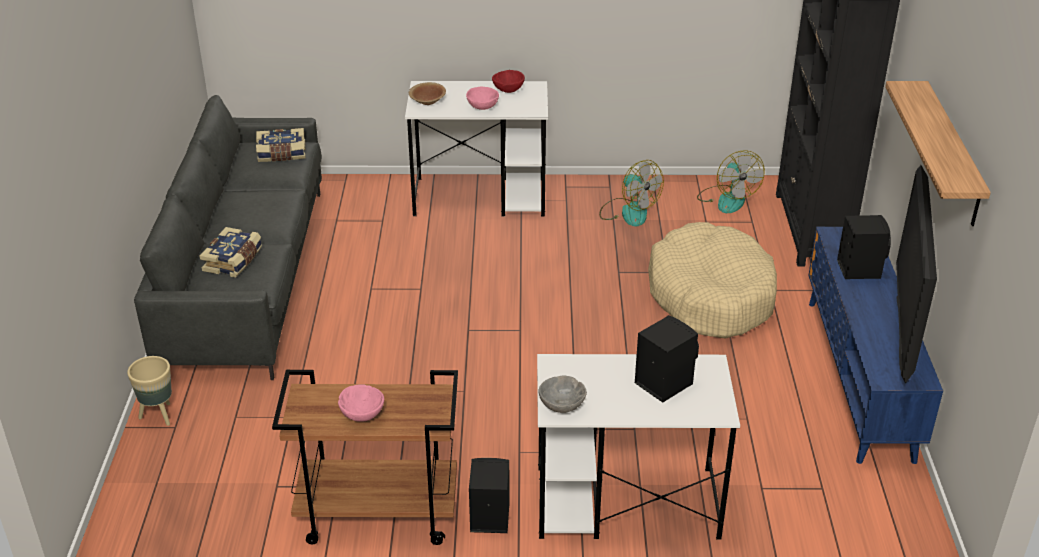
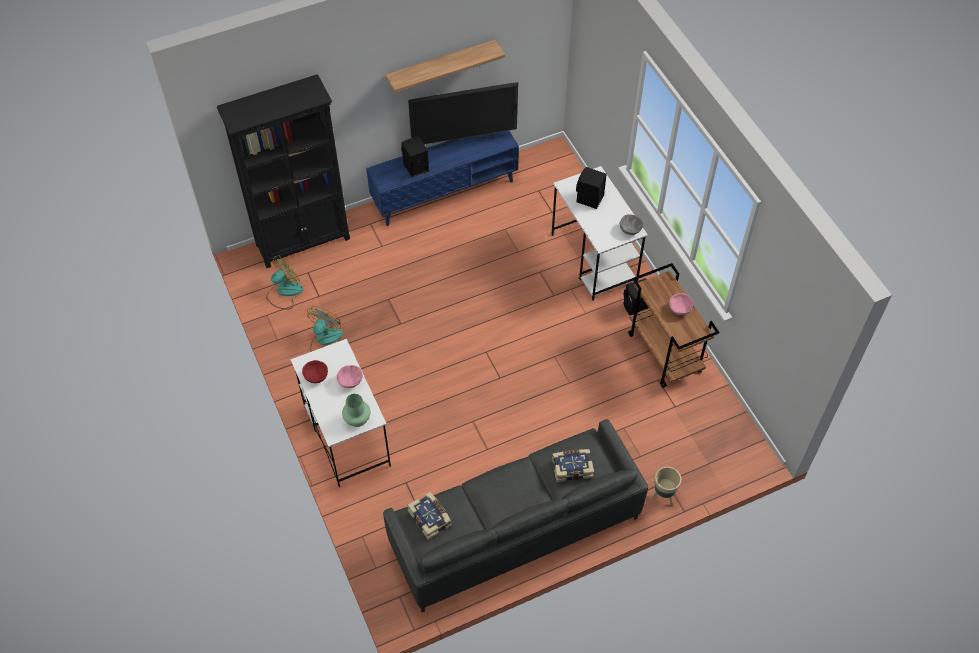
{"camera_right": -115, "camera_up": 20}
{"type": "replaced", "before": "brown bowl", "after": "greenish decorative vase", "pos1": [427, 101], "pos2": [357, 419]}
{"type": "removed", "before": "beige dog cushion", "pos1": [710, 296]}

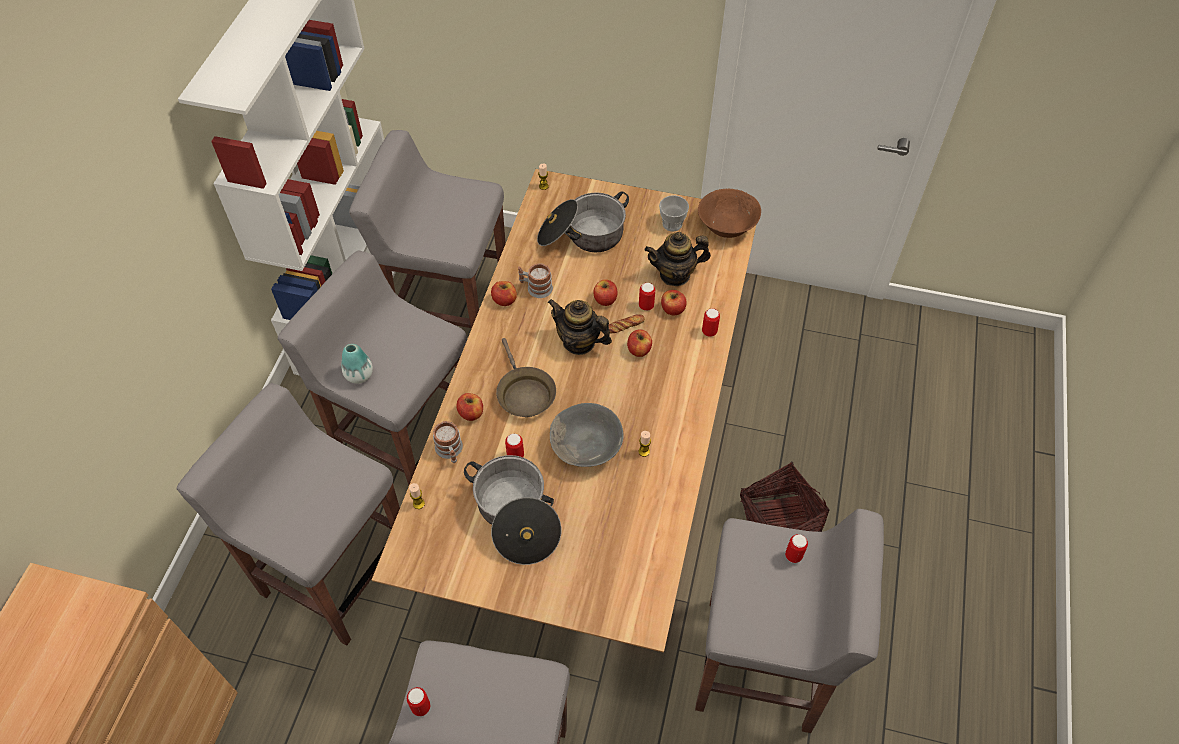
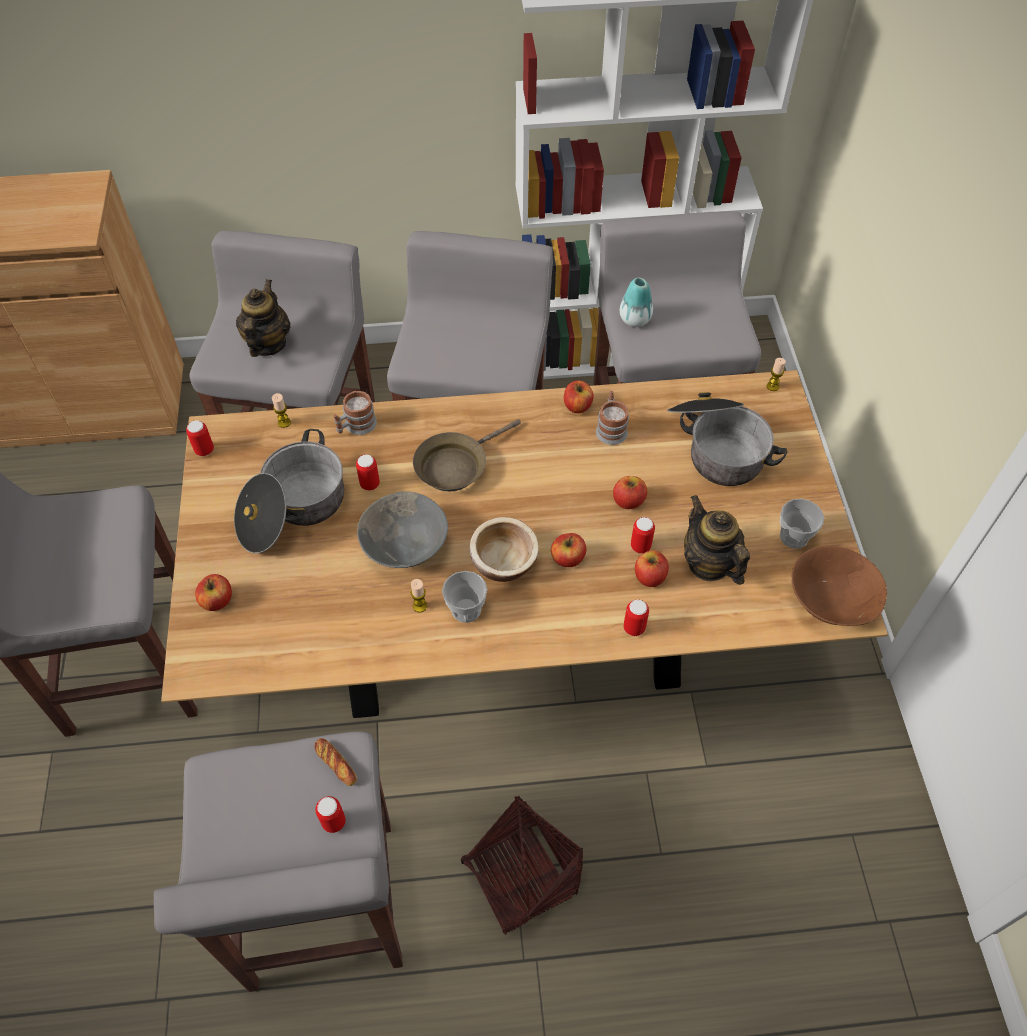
{"camera_right": 70, "camera_up": 0}
{"type": "moved", "before": "decorative vase", "pos1": [359, 375], "pos2": [635, 319]}
{"type": "moved", "before": "sealed can", "pos1": [421, 707], "pos2": [204, 450]}
{"type": "moved", "before": "apple fruit", "pos1": [471, 413], "pos2": [217, 600]}
{"type": "moved", "before": "pot for tea", "pos1": [579, 342], "pos2": [267, 344]}
{"type": "moved", "before": "baked bread", "pos1": [625, 325], "pos2": [336, 763]}
{"type": "added", "after": "drinking cup", "pos2": [466, 609]}
{"type": "added", "after": "bowl", "pos2": [503, 562]}

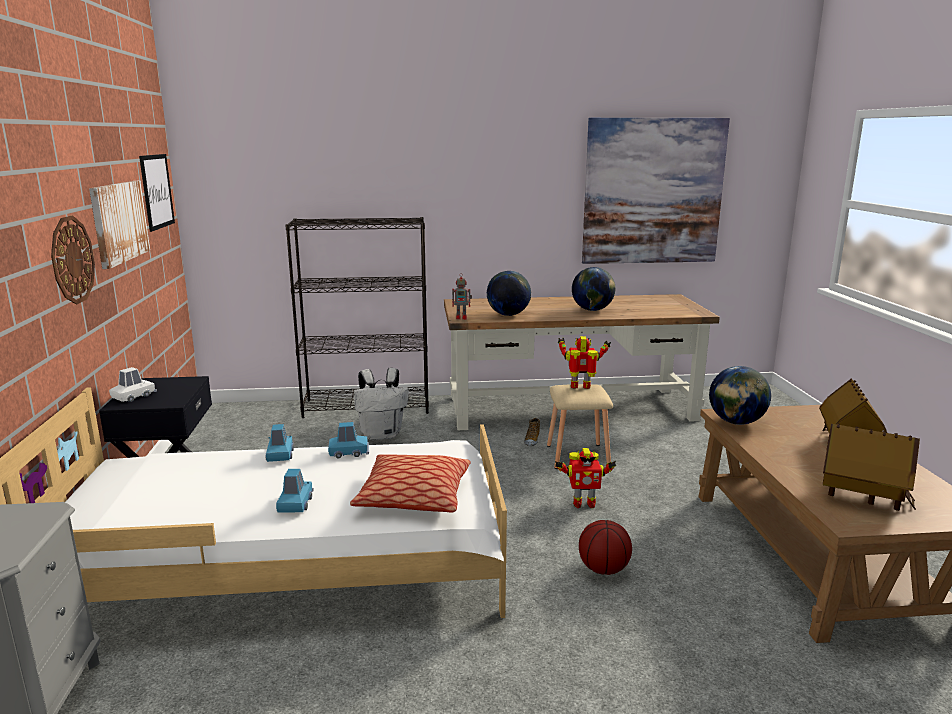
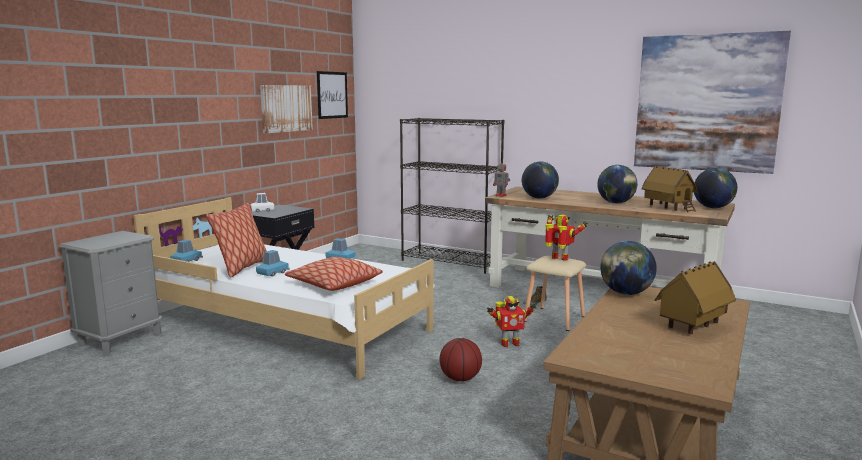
{"camera_right": 35, "camera_up": -5}
{"type": "removed", "before": "hanging clock", "pos1": [72, 260]}
{"type": "moved", "before": "blue-coloured miniature car", "pos1": [280, 455], "pos2": [187, 261]}
{"type": "removed", "before": "whitish knapsack", "pos1": [382, 435]}
{"type": "turned", "before": "model robot", "pos1": [583, 503], "pos2": [509, 344], "turn": -45}
{"type": "moved", "before": "model house", "pos1": [862, 498], "pos2": [668, 208]}
{"type": "added", "after": "pillow", "pos2": [242, 268]}
{"type": "added", "after": "globe", "pos2": [713, 208]}

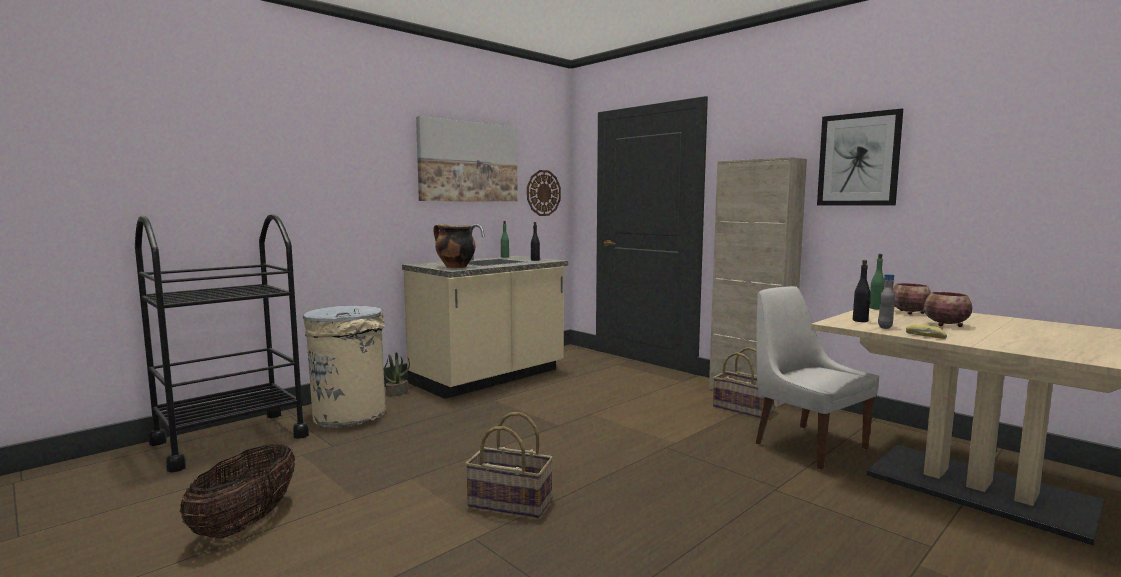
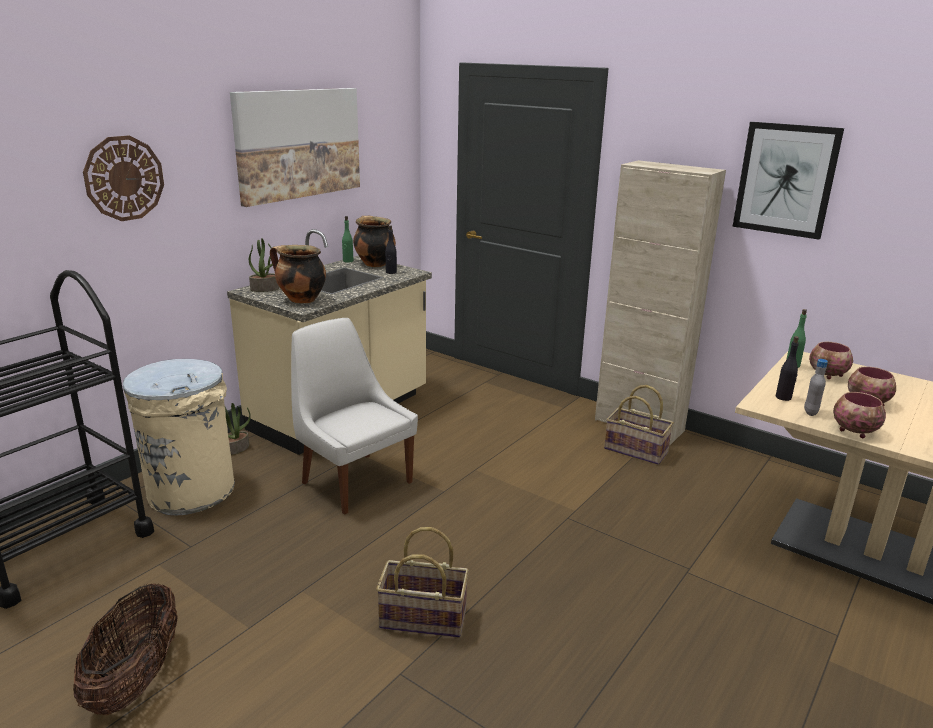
{"camera_right": -10, "camera_up": 15}
{"type": "moved", "before": "hanging clock", "pos1": [543, 193], "pos2": [124, 178]}
{"type": "moved", "before": "whitish chair", "pos1": [806, 444], "pos2": [354, 481]}
{"type": "replaced", "before": "baked bread", "after": "bowl", "pos1": [926, 336], "pos2": [853, 431]}
{"type": "added", "after": "houseplant", "pos2": [265, 289]}
{"type": "added", "after": "saucepot", "pos2": [374, 264]}

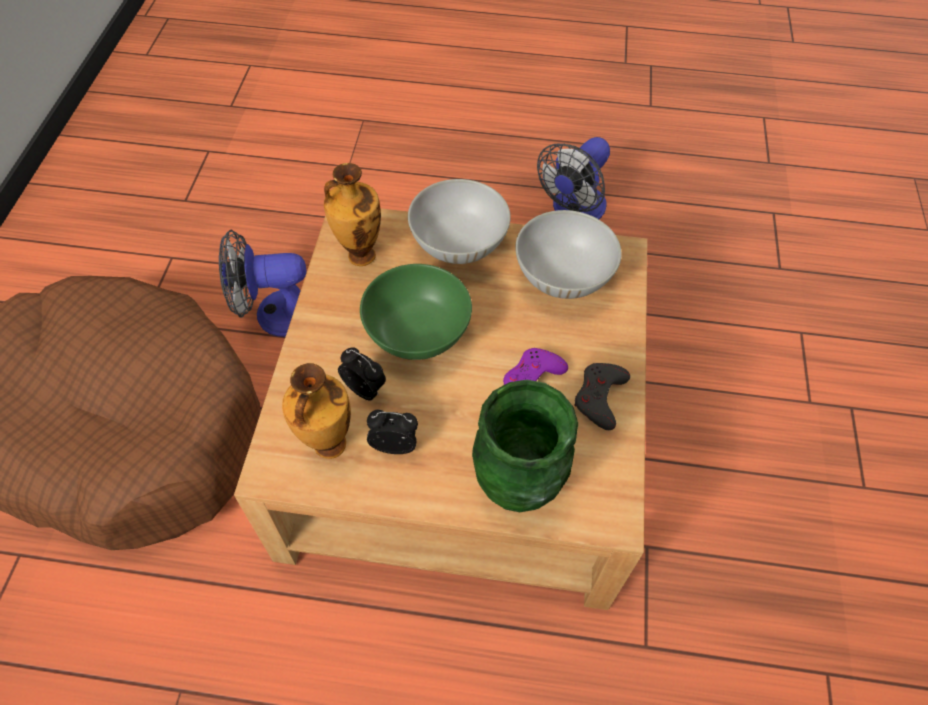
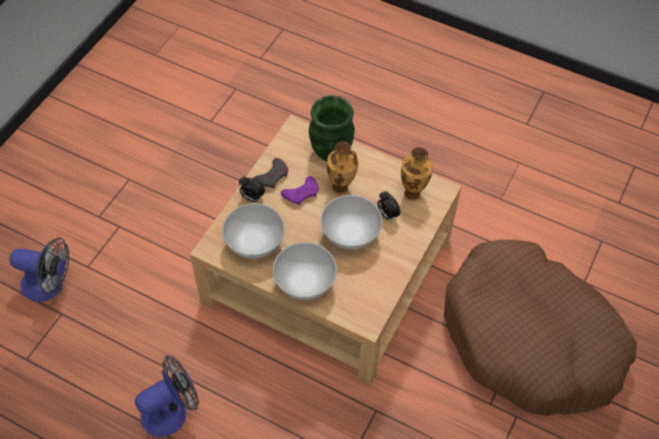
{"camera_right": -160, "camera_up": 0}
{"type": "moved", "before": "electric fan", "pos1": [275, 314], "pos2": [49, 285]}
{"type": "moved", "before": "decorative vase", "pos1": [359, 255], "pos2": [341, 188]}
{"type": "recoloured", "before": "greenish bowl", "after": "whitish bowl", "pos1": [416, 335], "pos2": [351, 235]}
{"type": "moved", "before": "table clock", "pos1": [395, 444], "pos2": [252, 197]}

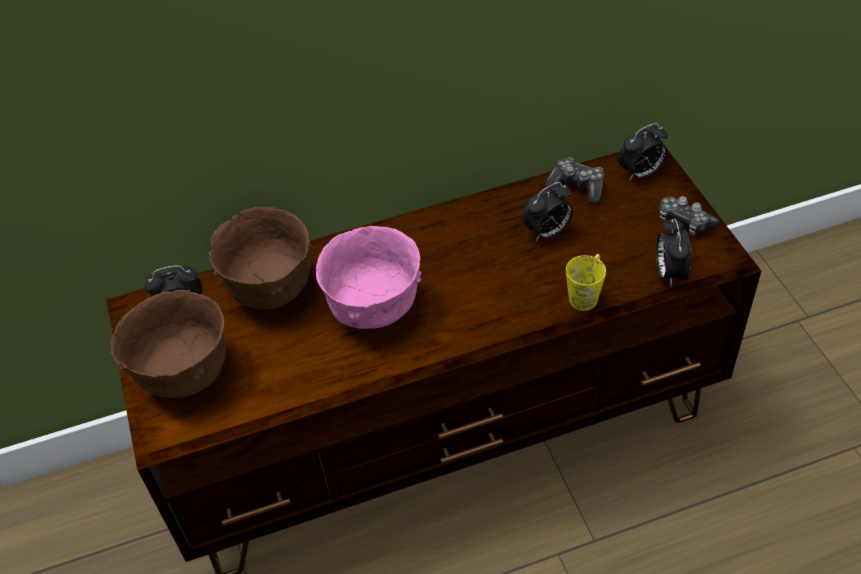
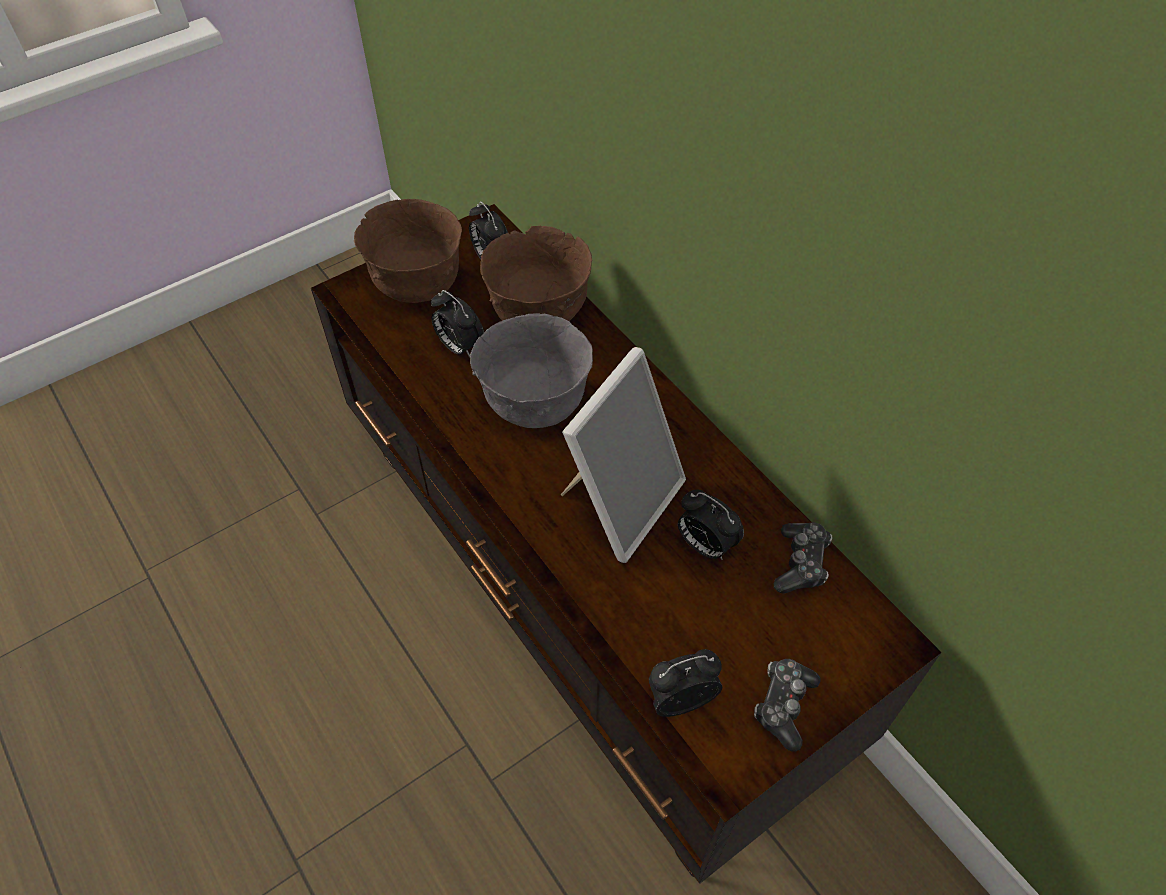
{"camera_right": 70, "camera_up": 5}
{"type": "recoloured", "before": "pinkish bowl", "after": "greyish bowl", "pos1": [374, 309], "pos2": [535, 405]}
{"type": "removed", "before": "yellow-coloured tea mug", "pos1": [586, 293]}
{"type": "moved", "before": "table clock", "pos1": [640, 173], "pos2": [459, 346]}
{"type": "added", "after": "standing frame", "pos2": [619, 500]}

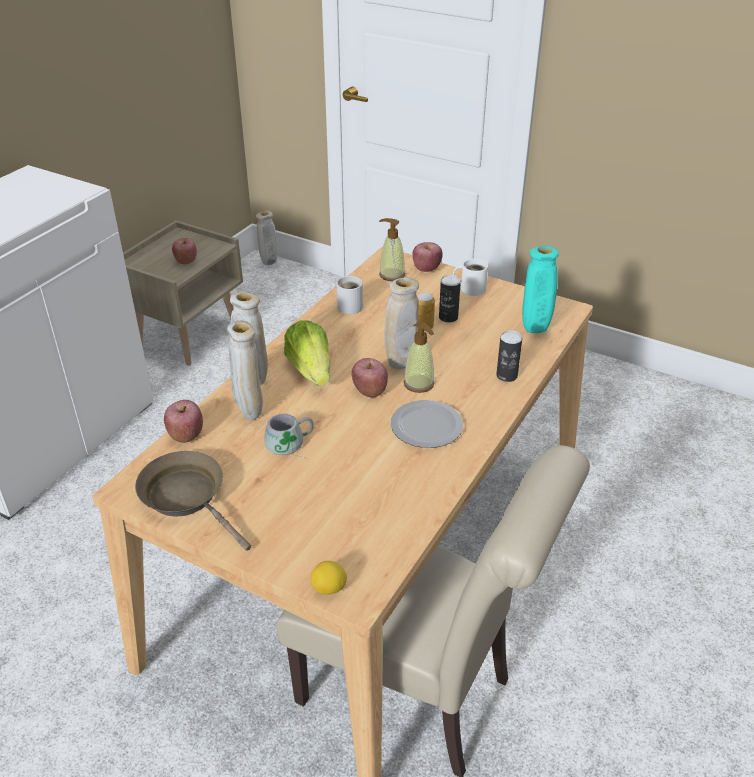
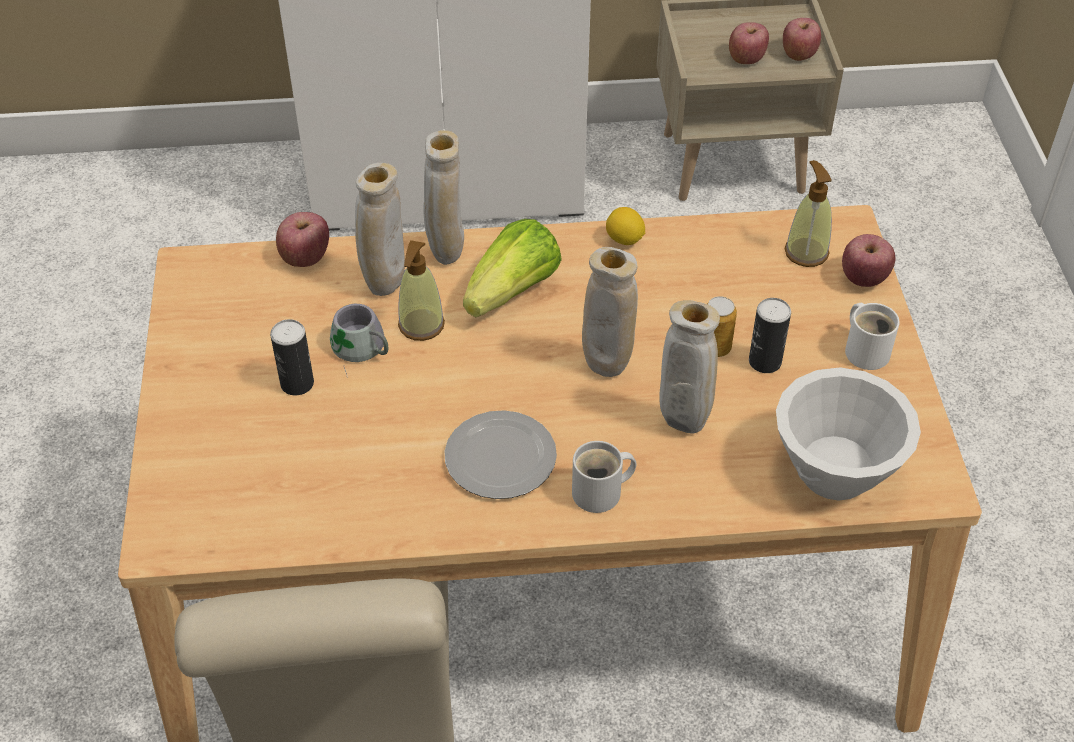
{"camera_right": 55, "camera_up": 10}
{"type": "removed", "before": "brown frying pan", "pos1": [188, 497]}
{"type": "moved", "before": "beige decorative vase", "pos1": [269, 263], "pos2": [682, 424]}
{"type": "moved", "before": "lemon", "pos1": [329, 588], "pos2": [624, 240]}
{"type": "moved", "before": "whitish tea mug", "pos1": [351, 306], "pos2": [601, 493]}
{"type": "moved", "before": "apple fruit", "pos1": [370, 391], "pos2": [799, 54]}
{"type": "moved", "before": "soap bottle", "pos1": [419, 384], "pos2": [421, 325]}
{"type": "moved", "before": "sealed can", "pos1": [506, 376], "pos2": [297, 383]}
{"type": "replaced", "before": "blue-green decorative vase", "after": "whitish bowl", "pos1": [535, 330], "pos2": [833, 472]}

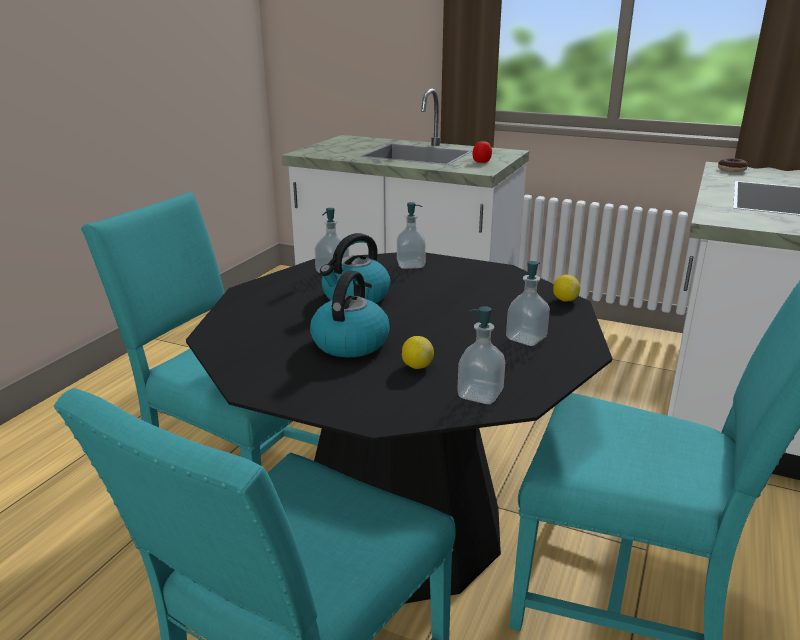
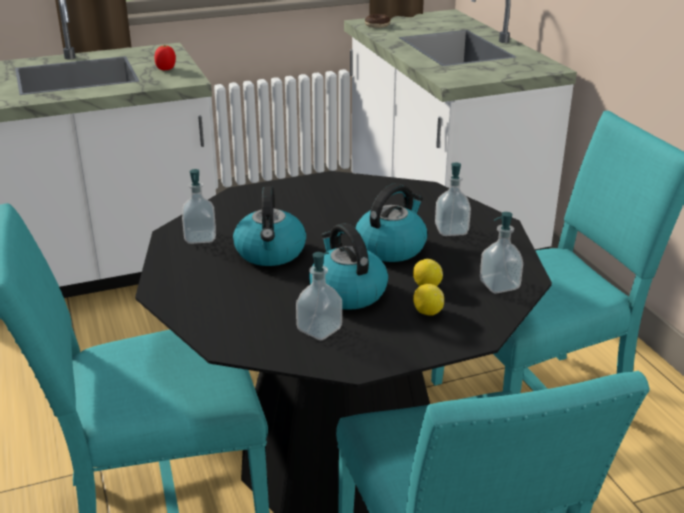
{"camera_right": -45, "camera_up": 5}
{"type": "moved", "before": "soap bottle", "pos1": [410, 265], "pos2": [319, 330]}
{"type": "moved", "before": "lemon", "pos1": [565, 300], "pos2": [427, 312]}
{"type": "added", "after": "water kettle", "pos2": [391, 247]}

